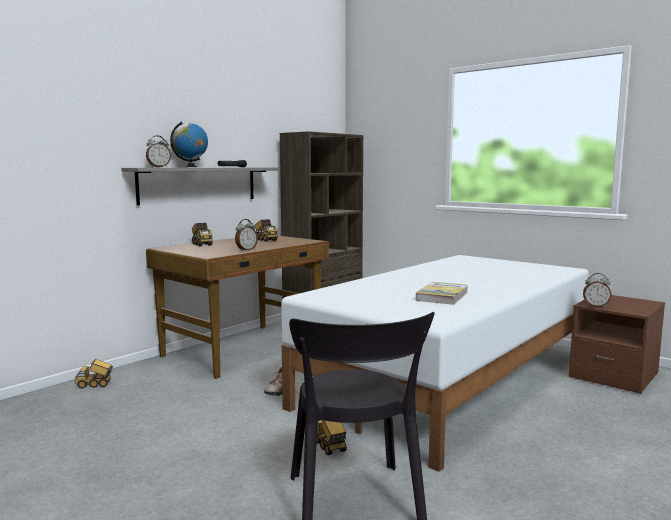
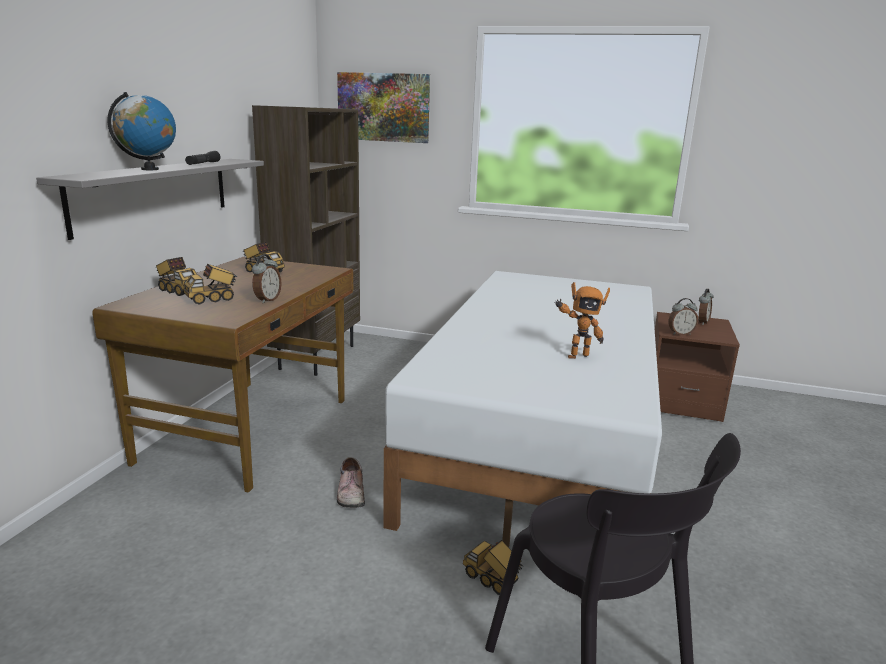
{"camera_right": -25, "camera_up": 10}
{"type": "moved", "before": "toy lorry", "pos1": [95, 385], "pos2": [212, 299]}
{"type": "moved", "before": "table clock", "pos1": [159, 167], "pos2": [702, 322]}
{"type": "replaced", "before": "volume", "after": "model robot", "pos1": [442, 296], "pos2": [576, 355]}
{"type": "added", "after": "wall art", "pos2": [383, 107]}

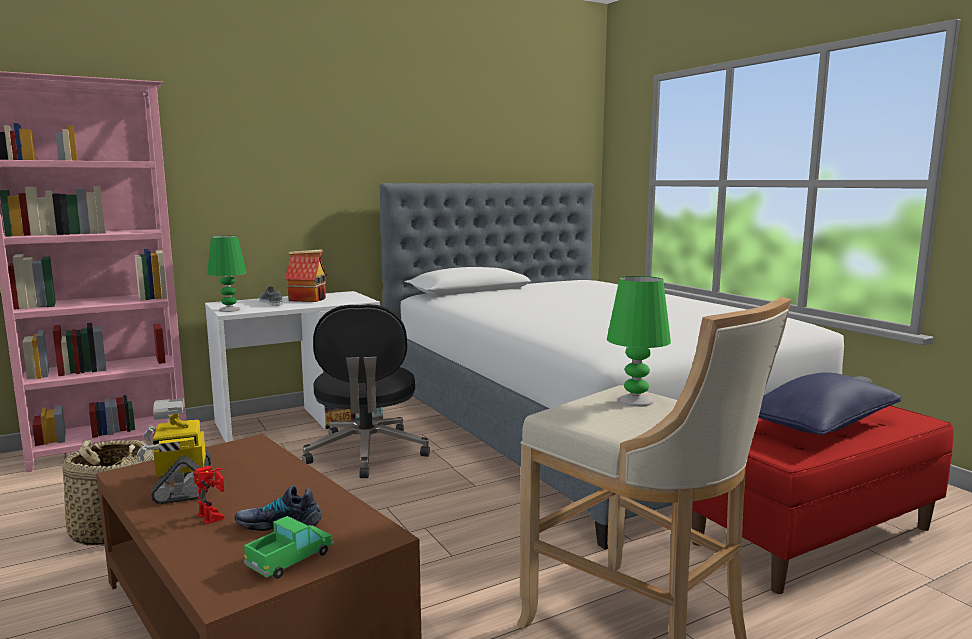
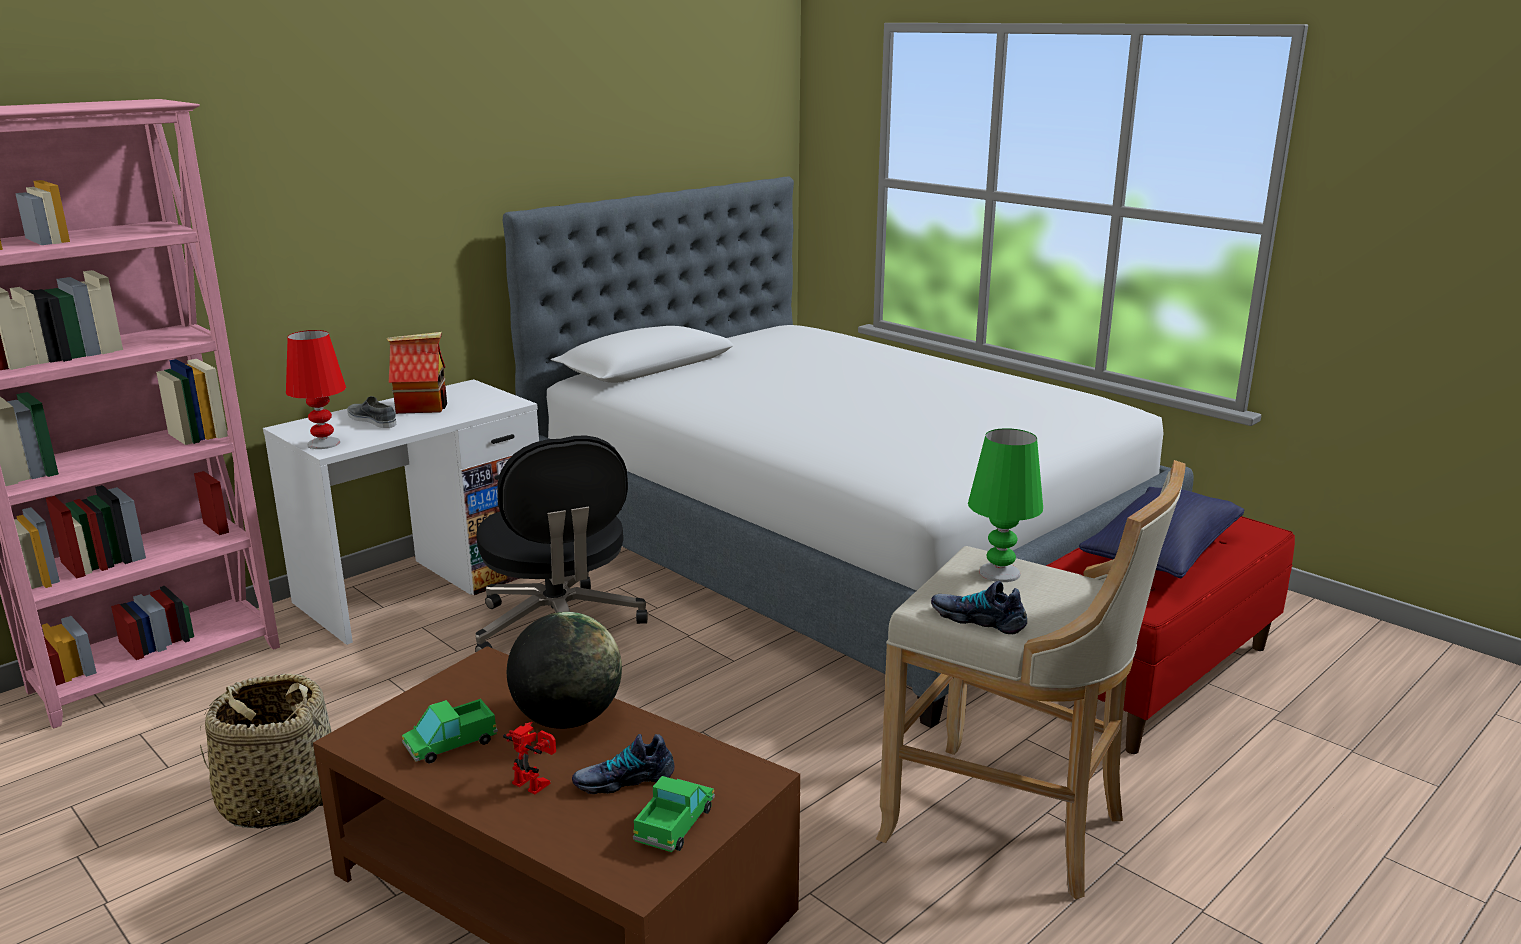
{"camera_right": -15, "camera_up": 10}
{"type": "replaced", "before": "model robot", "after": "toy lorry", "pos1": [181, 485], "pos2": [451, 743]}
{"type": "recoloured", "before": "greenish lamp for a table", "after": "red-coloured lamp for a table", "pos1": [230, 310], "pos2": [324, 443]}
{"type": "added", "after": "globe", "pos2": [568, 719]}
{"type": "added", "after": "item of footwear", "pos2": [978, 619]}

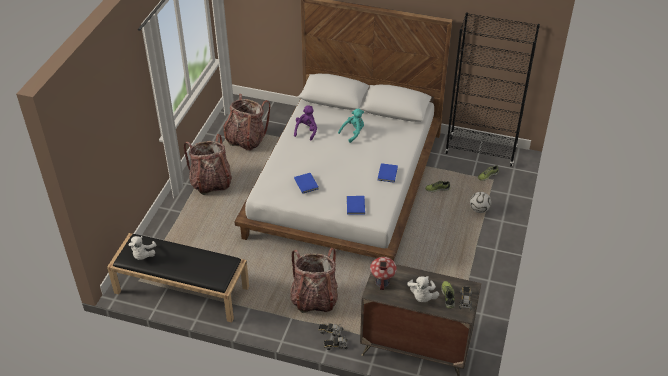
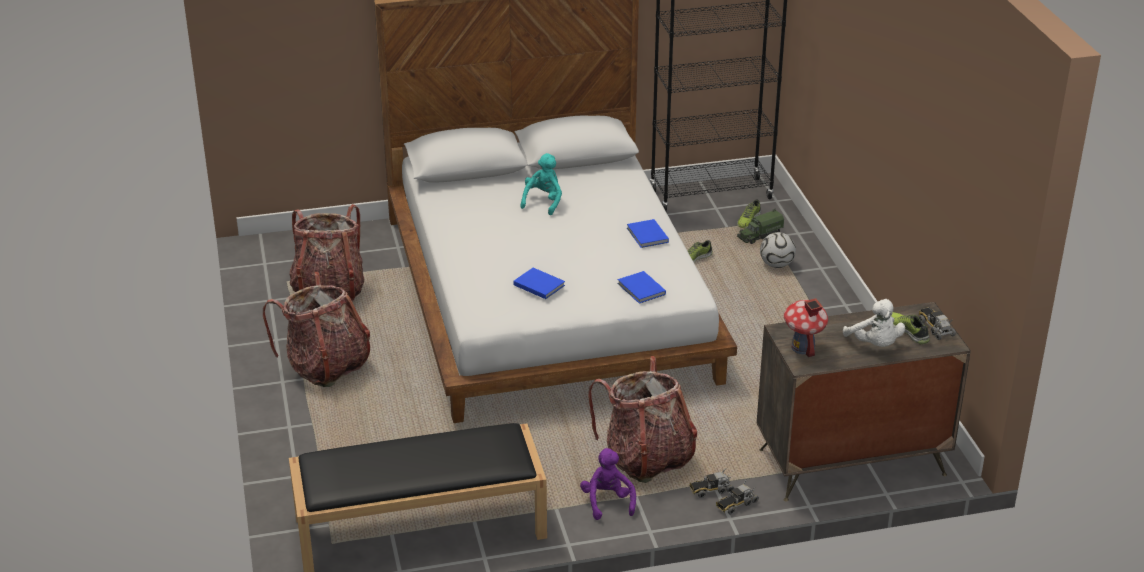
{"camera_right": -30, "camera_up": -10}
{"type": "removed", "before": "whitish plush toy", "pos1": [143, 255]}
{"type": "moved", "before": "purple plush toy", "pos1": [306, 131], "pos2": [607, 502]}
{"type": "added", "after": "toy lorry", "pos2": [759, 236]}

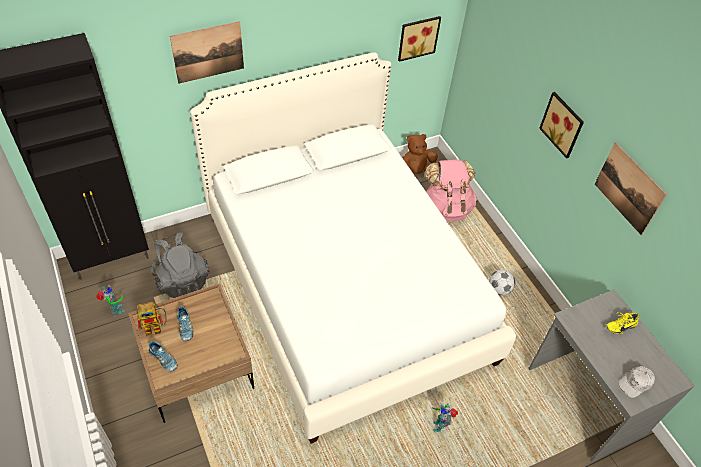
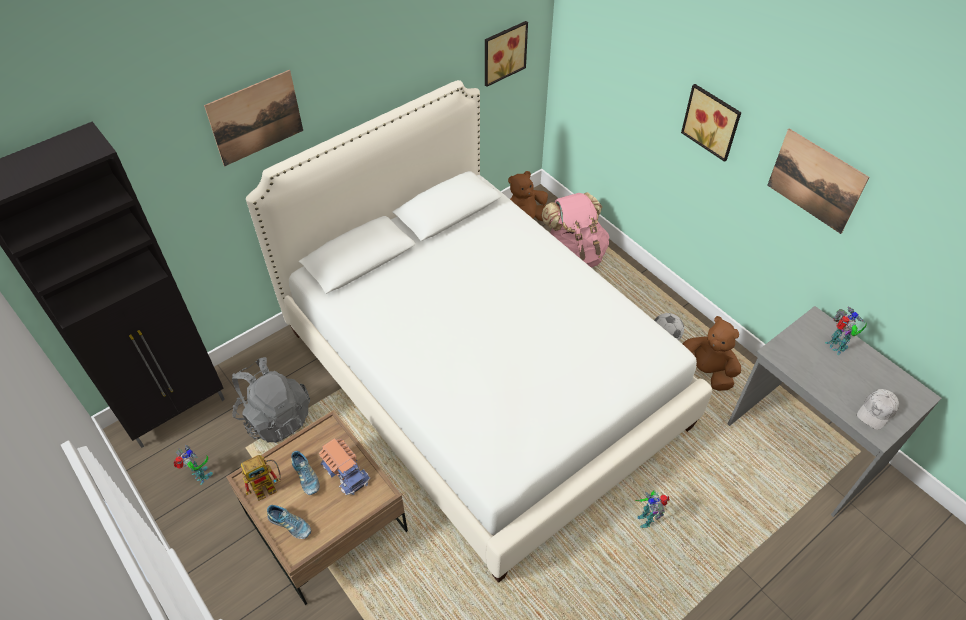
{"camera_right": -10, "camera_up": 0}
{"type": "replaced", "before": "yellow-coloured item of footwear", "after": "model robot", "pos1": [619, 325], "pos2": [836, 347]}
{"type": "added", "after": "toy lorry", "pos2": [346, 471]}
{"type": "added", "after": "brown plush toy", "pos2": [705, 371]}

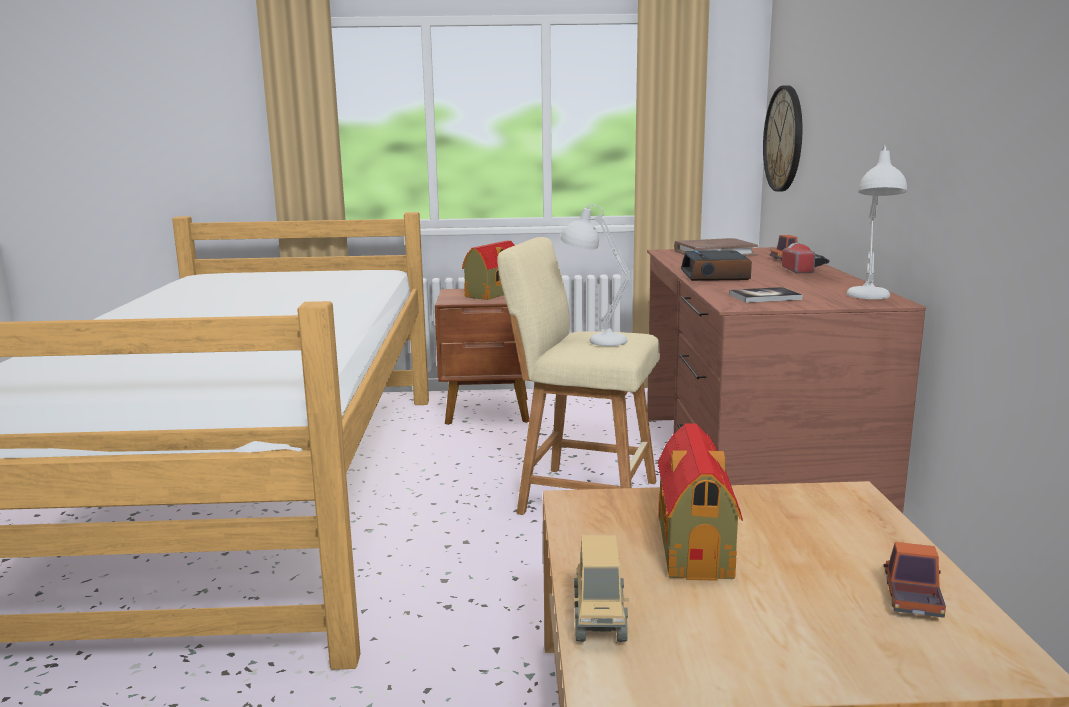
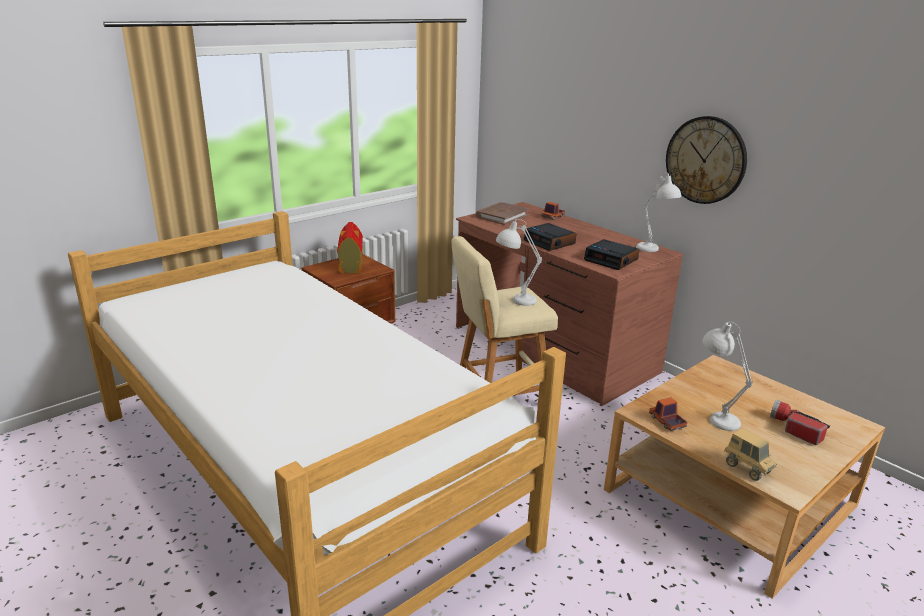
{"camera_right": -40, "camera_up": 10}
{"type": "replaced", "before": "model house", "after": "whitish lamp for a table", "pos1": [694, 545], "pos2": [714, 416]}
{"type": "replaced", "before": "volume", "after": "table clock", "pos1": [764, 297], "pos2": [611, 260]}
{"type": "moved", "before": "hanging clock", "pos1": [784, 139], "pos2": [705, 160]}
{"type": "moved", "before": "flashlight", "pos1": [800, 268], "pos2": [795, 429]}
{"type": "moved", "before": "toy lorry", "pos1": [912, 599], "pos2": [667, 421]}

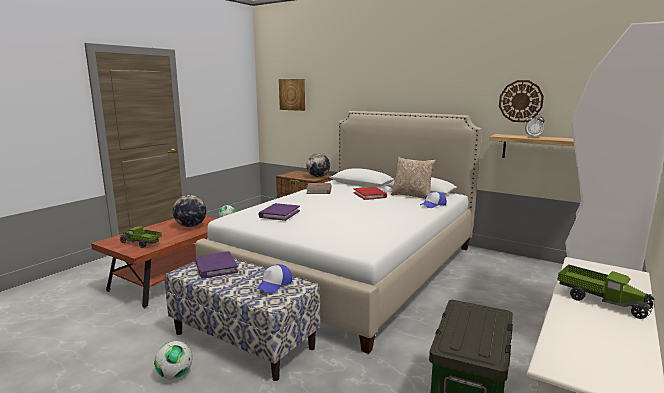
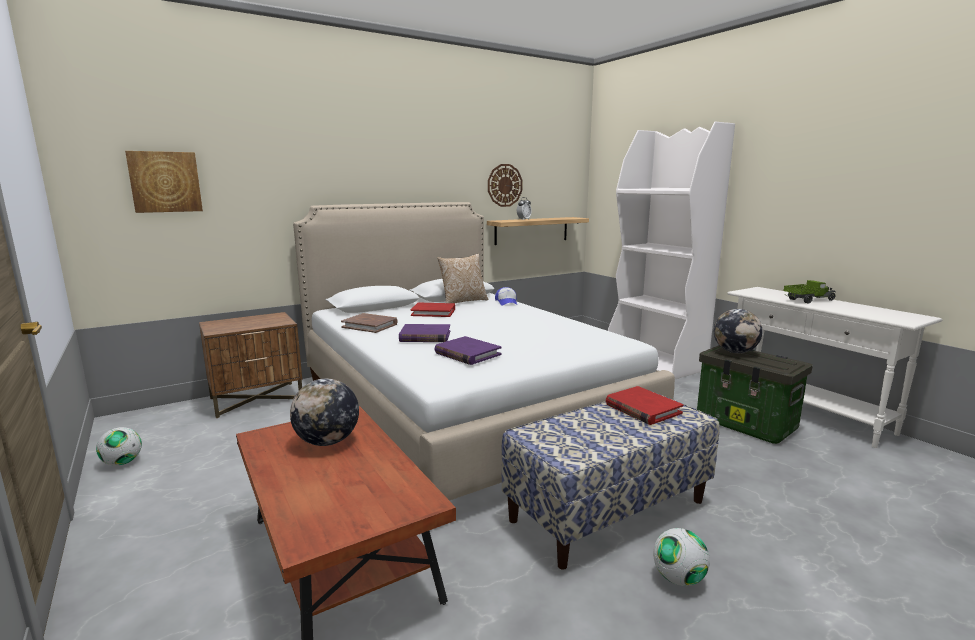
{"camera_right": -65, "camera_up": 0}
{"type": "removed", "before": "toy lorry", "pos1": [141, 243]}
{"type": "moved", "before": "purple volume", "pos1": [216, 267], "pos2": [425, 336]}
{"type": "replaced", "before": "cap", "after": "red-coloured volume", "pos1": [274, 284], "pos2": [642, 408]}
{"type": "moved", "before": "globe", "pos1": [318, 177], "pos2": [735, 352]}

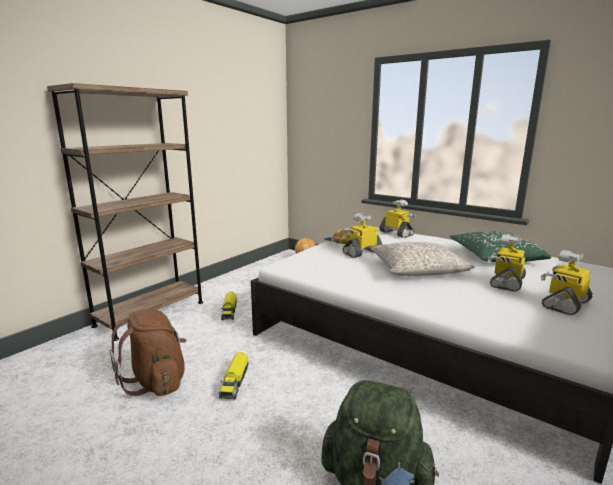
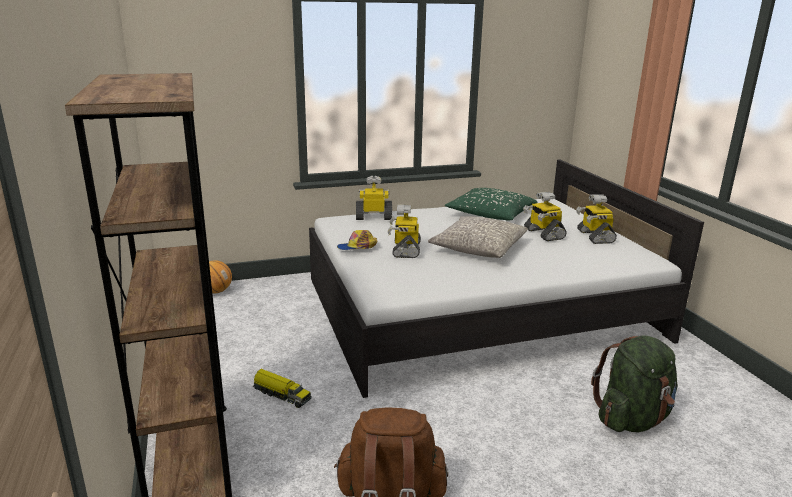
{"camera_right": -55, "camera_up": 5}
{"type": "removed", "before": "toy lorry", "pos1": [235, 381]}

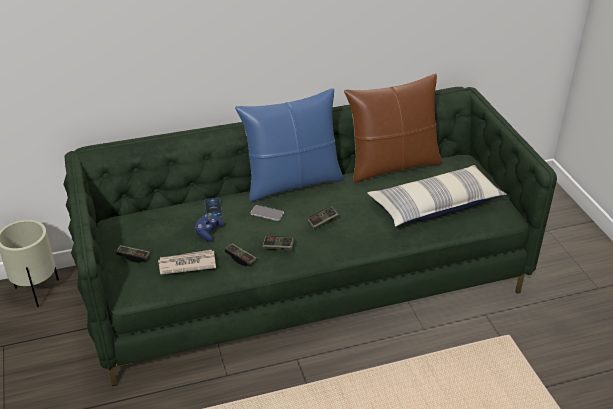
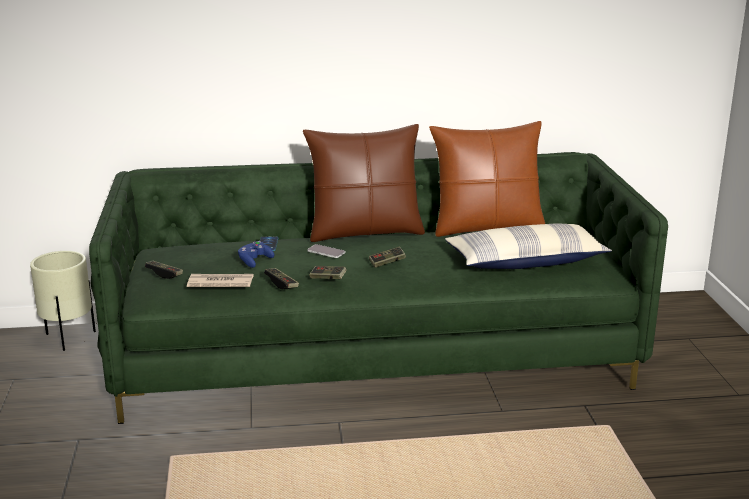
{"camera_right": 10, "camera_up": -15}
{"type": "recoloured", "before": "blue-coloured pillow", "after": "brown pillow", "pos1": [292, 183], "pos2": [365, 232]}

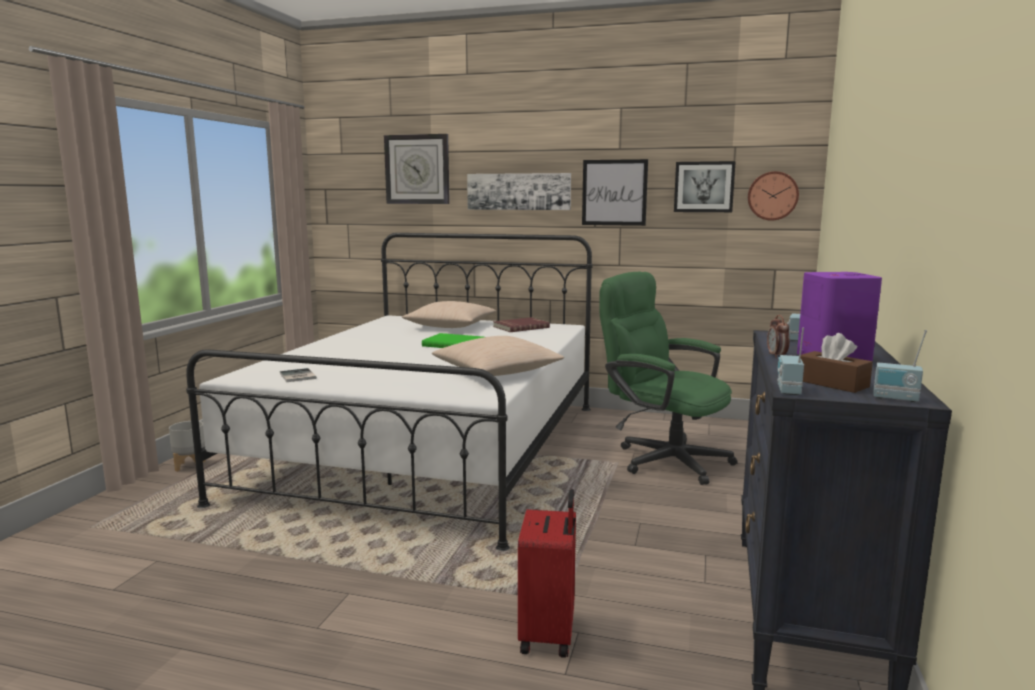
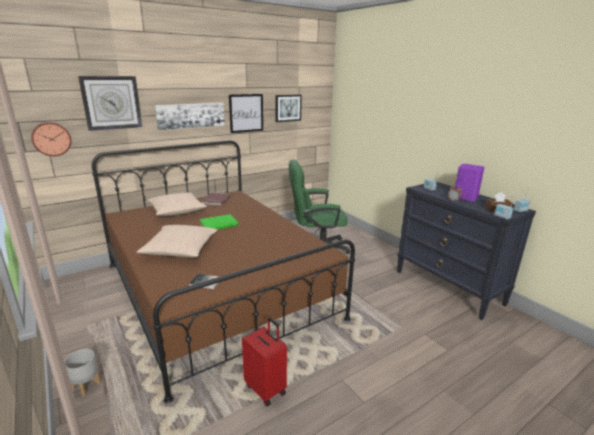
{"camera_right": -50, "camera_up": 10}
{"type": "recoloured", "before": "whitish bed", "after": "brown bed", "pos1": [429, 449], "pos2": [217, 290]}
{"type": "moved", "before": "beige pillow", "pos1": [496, 371], "pos2": [180, 249]}
{"type": "moved", "before": "red-coloured piece of luggage", "pos1": [549, 635], "pos2": [266, 389]}
{"type": "moved", "before": "hanging clock", "pos1": [772, 196], "pos2": [51, 139]}

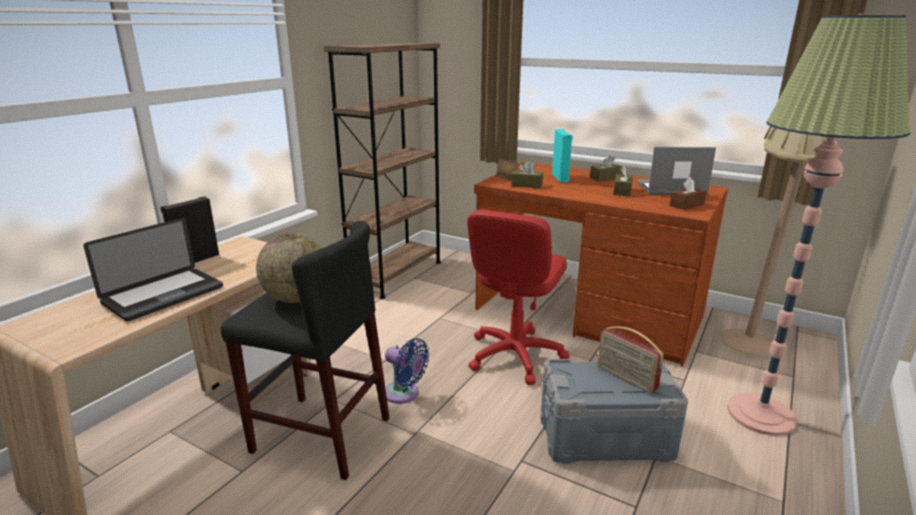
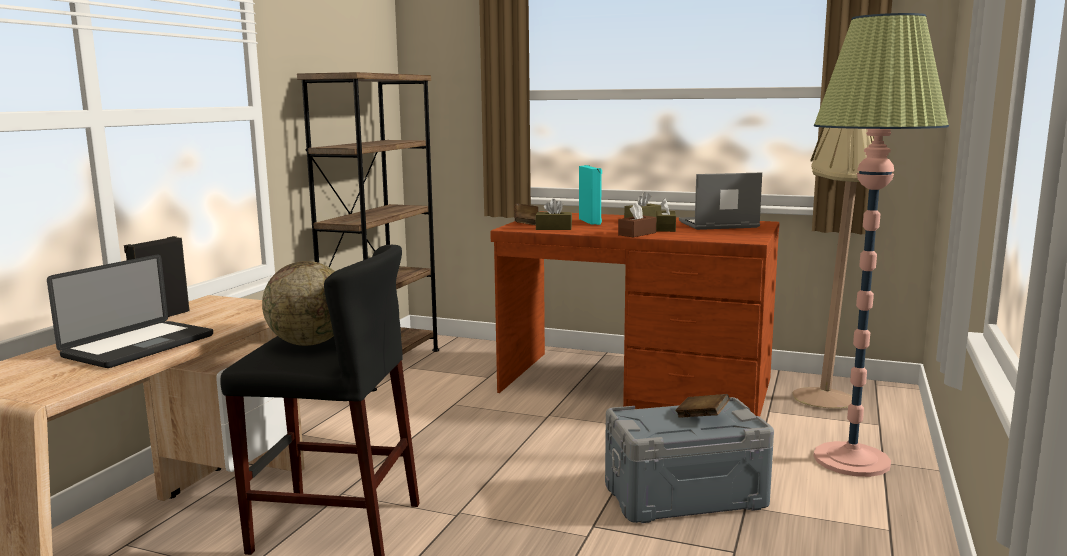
{"camera_right": -10, "camera_up": -10}
{"type": "removed", "before": "blue-coloured electric fan", "pos1": [404, 394]}
{"type": "removed", "before": "red-coloured computer chair", "pos1": [514, 355]}
{"type": "replaced", "before": "radio", "after": "brown volume", "pos1": [626, 378], "pos2": [702, 417]}
{"type": "moved", "before": "brown box of tissues", "pos1": [686, 205], "pos2": [637, 234]}

